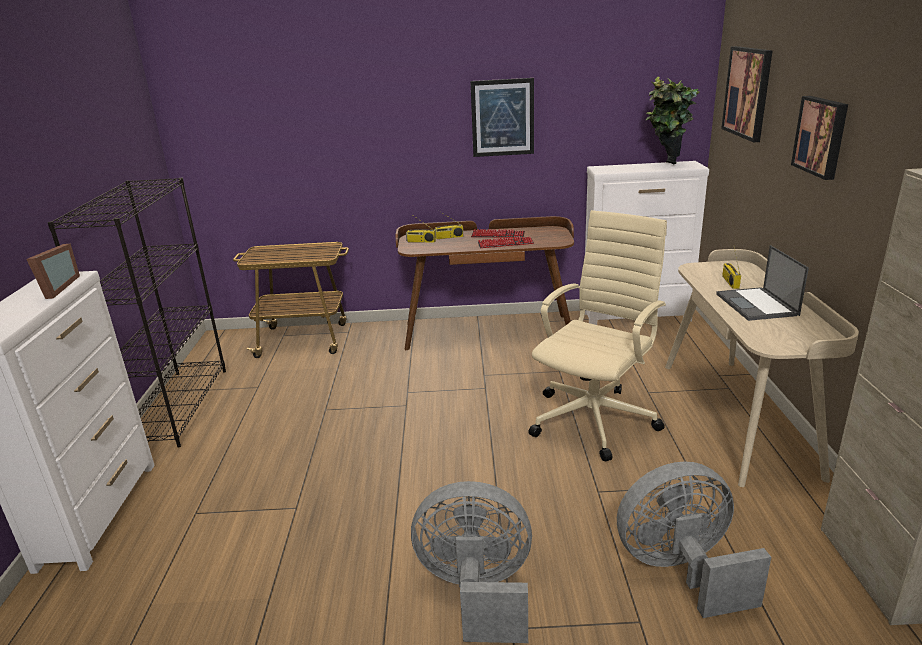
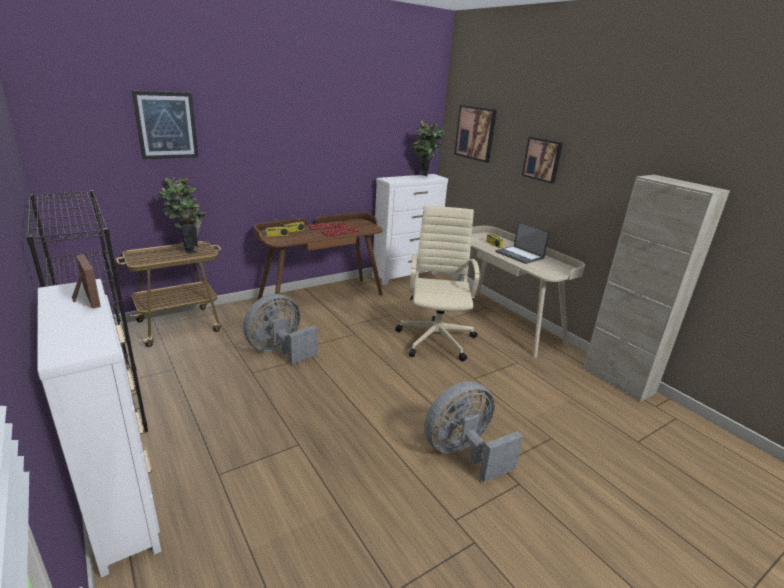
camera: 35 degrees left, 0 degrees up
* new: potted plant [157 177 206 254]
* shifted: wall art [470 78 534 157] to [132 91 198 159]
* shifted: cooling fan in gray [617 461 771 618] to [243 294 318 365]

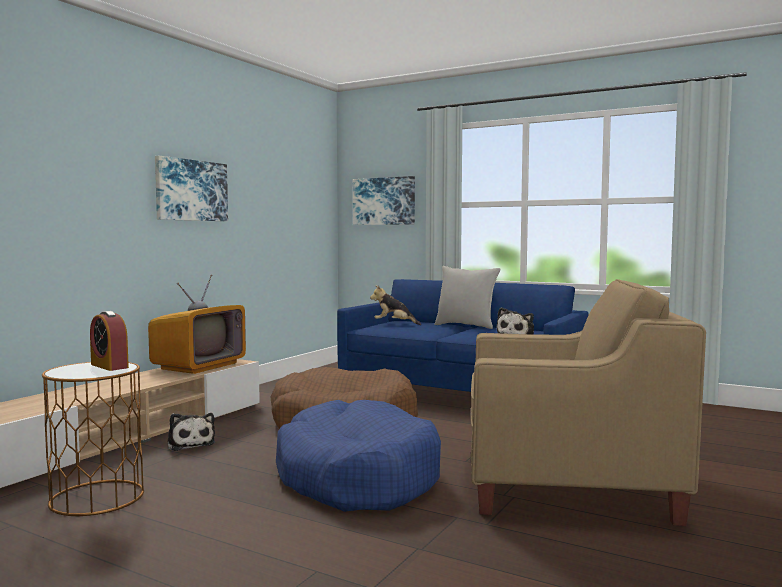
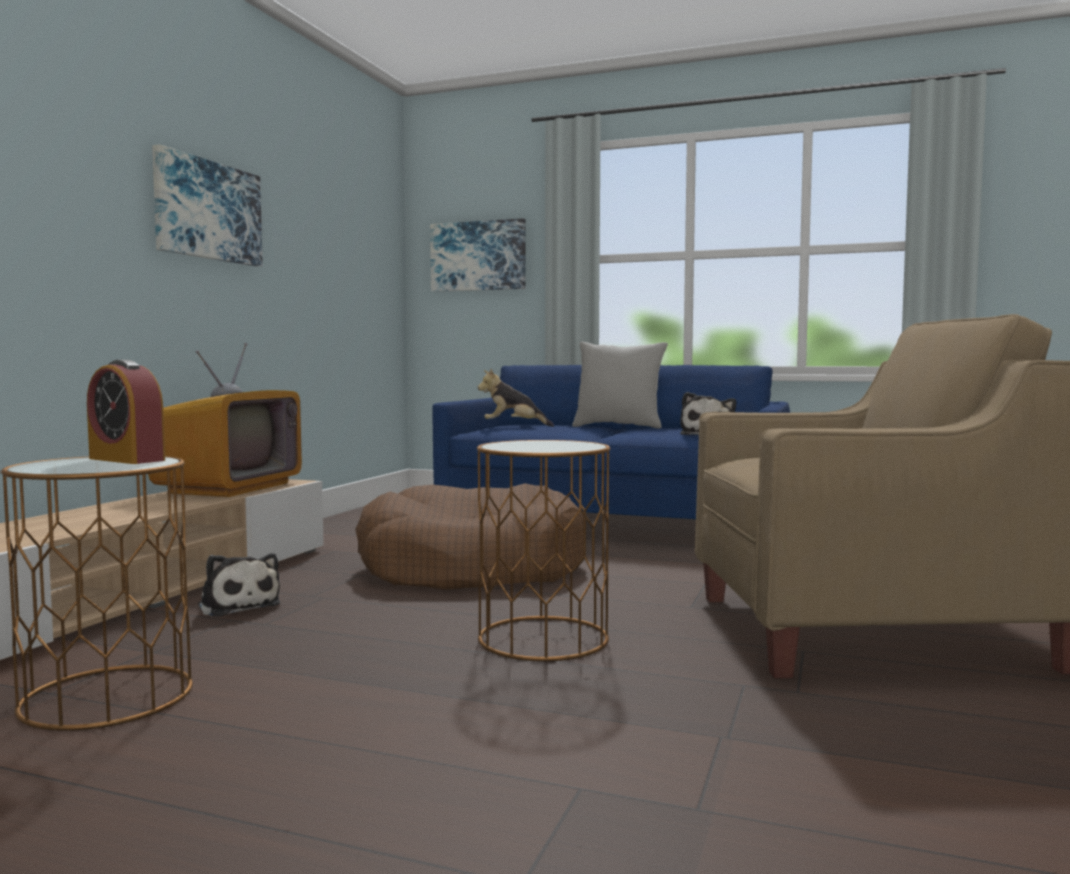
camera: 10 degrees left, 0 degrees up
* swapped: dog cushion in bluish [276 400 441 512] to accent table in brownish [477 440 611 661]

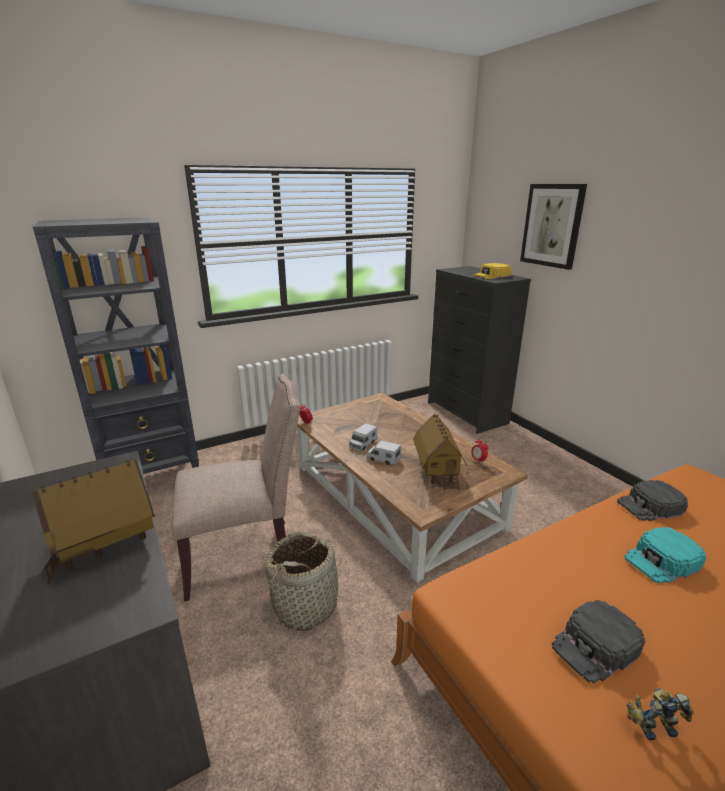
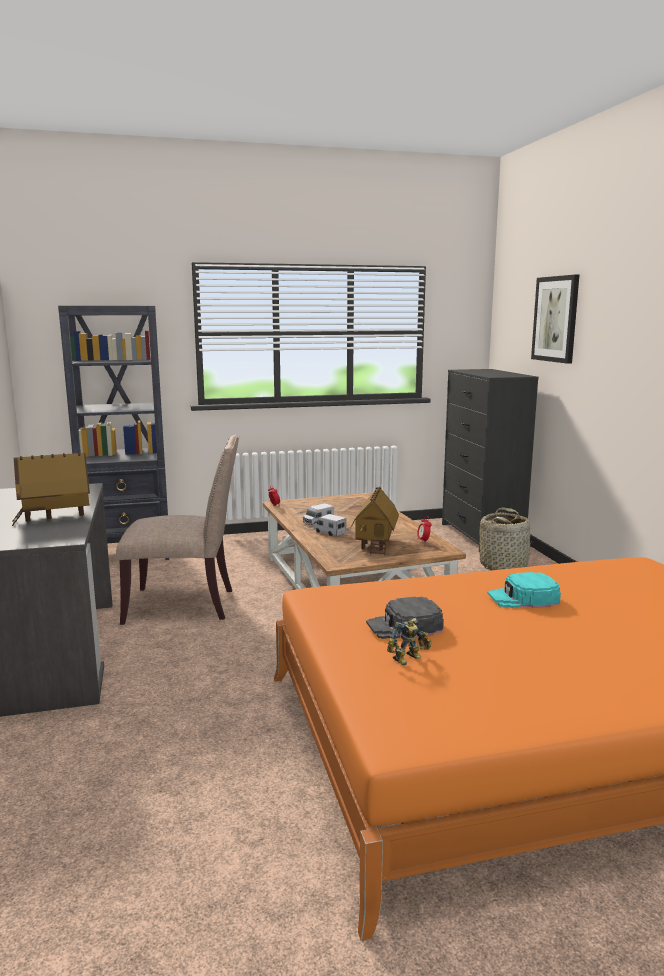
camera: 15 degrees right, 10 degrees down
* gone: peaked cap in yellow-coloured [473 263 512 279]
* gone: peaked cap in blackish [617 480 688 521]
* shifted: basket [264 532 343 631] to [479 508 532 570]
* rotated: robot figure [626 688 694 740] = [387 618 432 666] 135 degrees clockwise

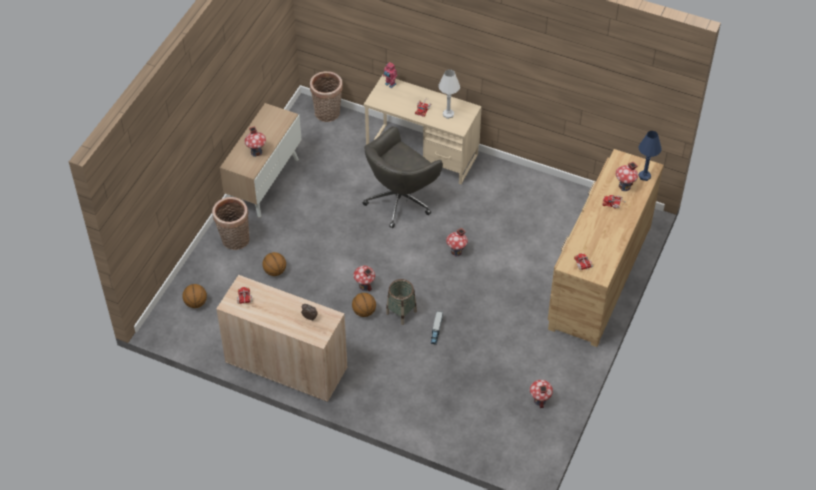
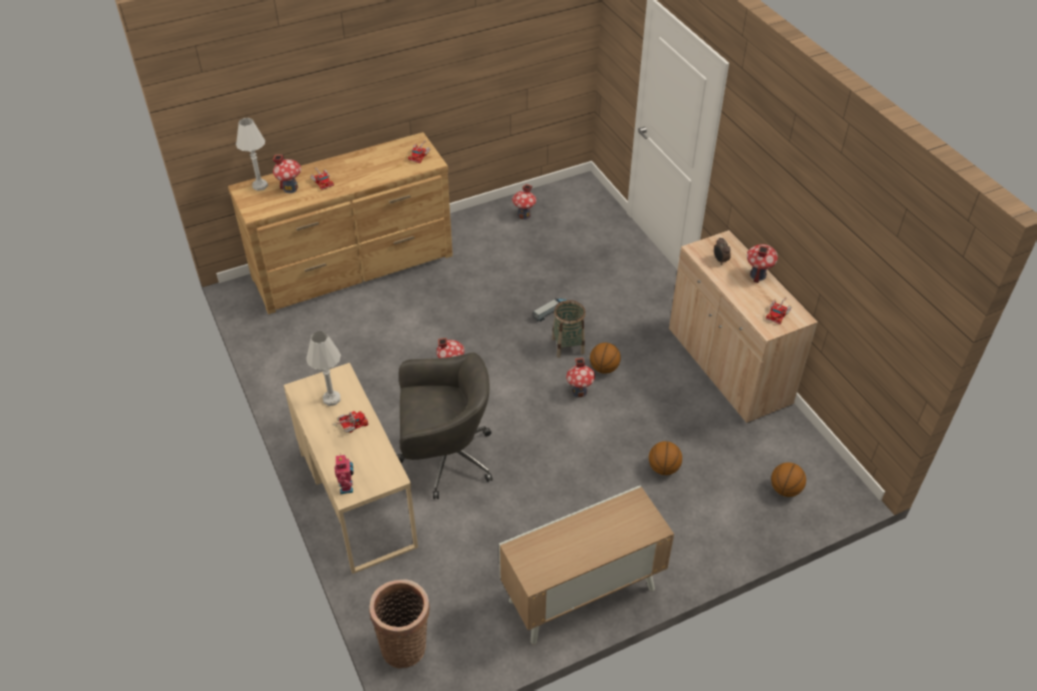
camera: 140 degrees left, 5 degrees down
* gone: basket [212 197 250 250]
* shifted: miniature house [244 126 266 157] to [747 244 778 283]
* repainted: lamp for a table in bluish [638 131 662 181] to lamp for a table in white [236 118 268 191]

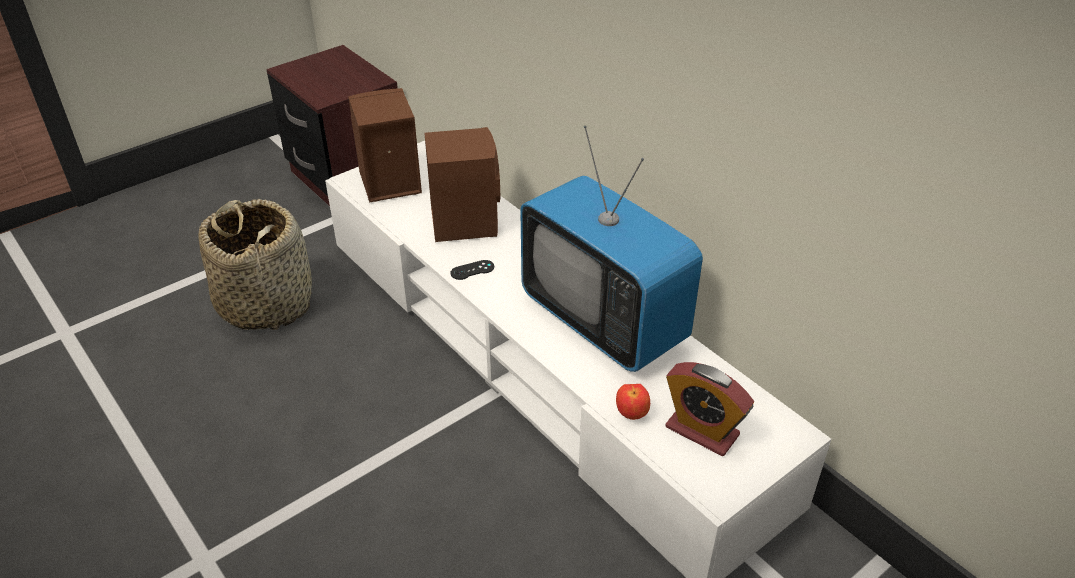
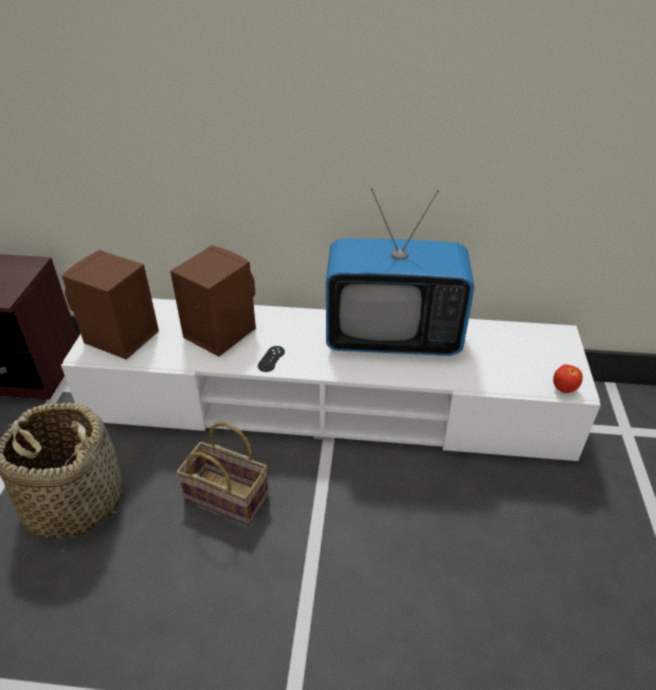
camera: 45 degrees left, 0 degrees up
* gone: bedside clock [665 362 754 456]
* new: basket [177 422 269 525]
* shifted: apple fruit [616 384 650 420] to [553 365 583 393]

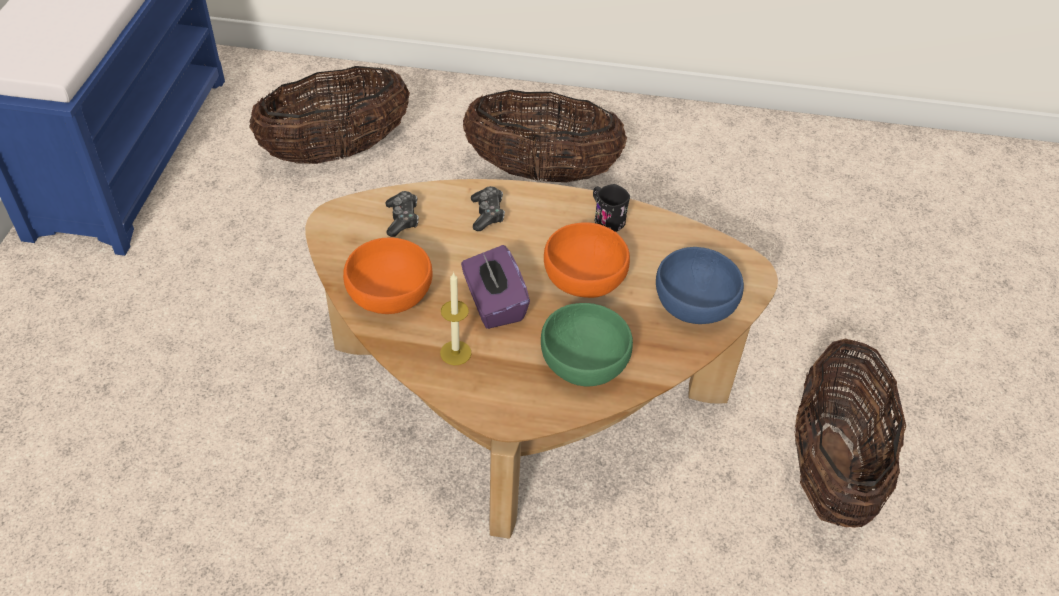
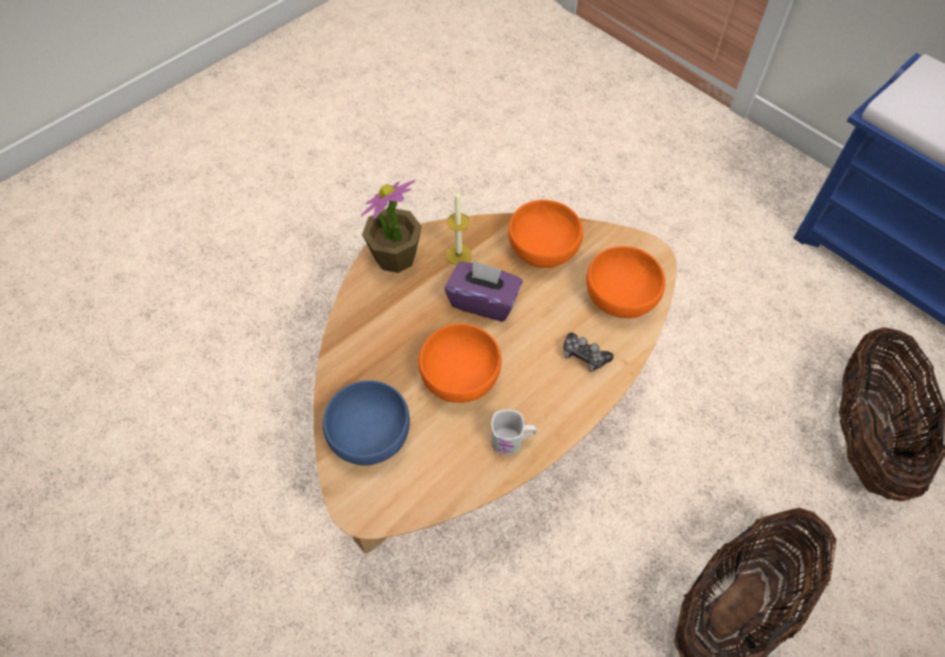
camera: 130 degrees right, 10 degrees up
* gone: deep dish in greenish [541 303 633 386]
* gone: basket [794 339 906 528]
* new: potted plant [361 180 422 273]
* swapped: joypad [385 191 419 237] to deep dish in orange-coloured [586 246 666 318]
* repainted: tea mug in blackish [593 184 630 232] to tea mug in white [491 409 536 455]

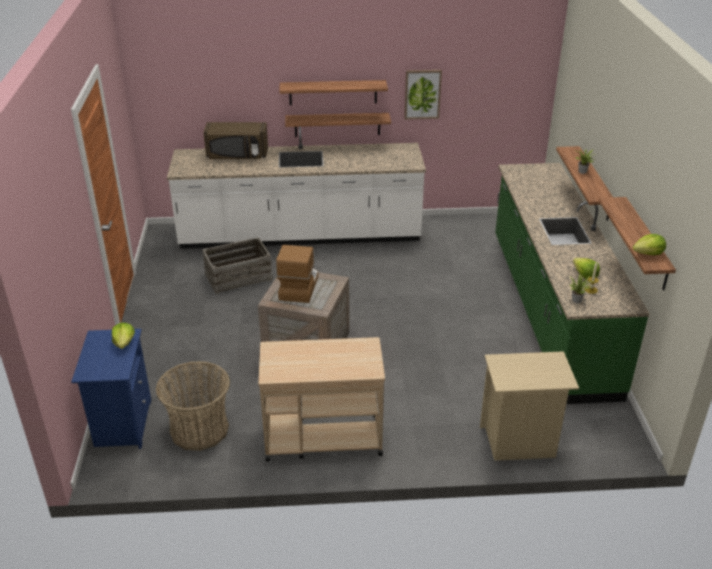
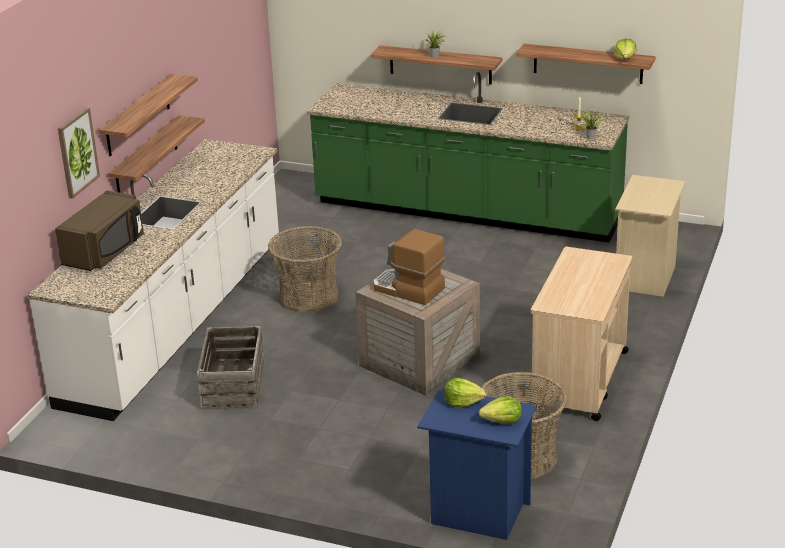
camera: 65 degrees left, 5 degrees down
* new: basket [268 226 342 313]
* shifted: wall art [404 70 442 120] to [58 108 100 199]
* shifted: head of lettuce [573 258 600 279] to [479 396 522 424]

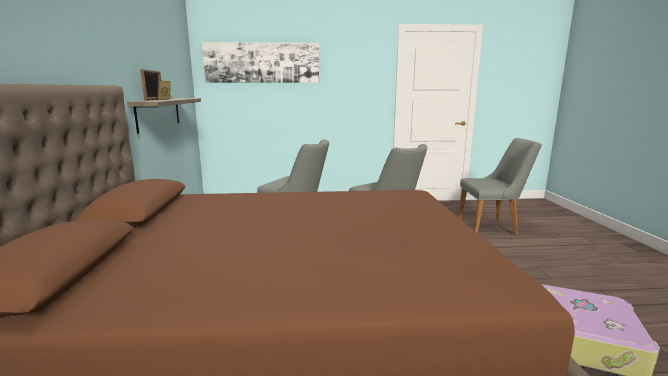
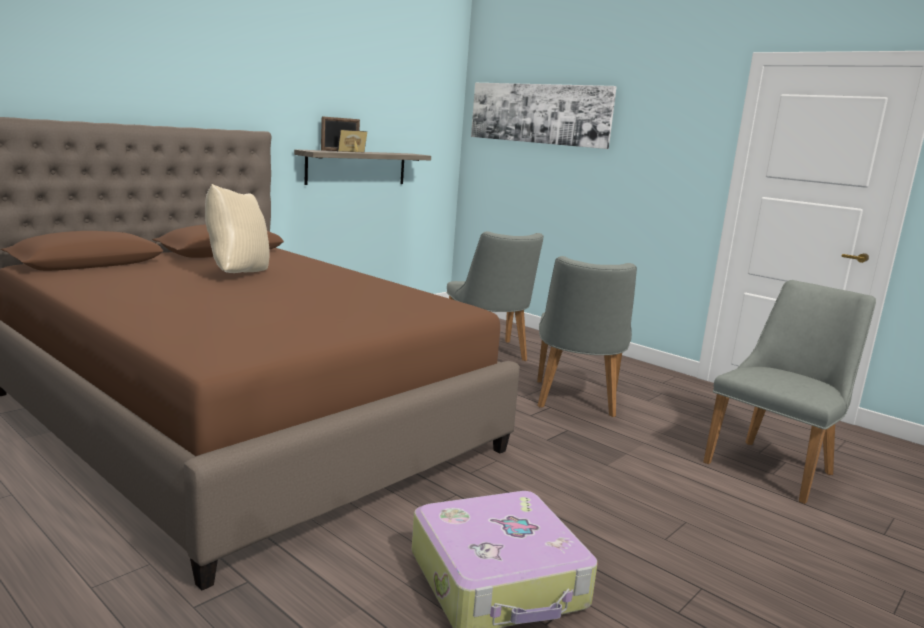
camera: 45 degrees right, 0 degrees up
* new: cushion in sand-coloured [205 184 269 273]
* rotated: plain chair in gray [458 138 542 235] = [703 280 876 504] 90 degrees counterclockwise

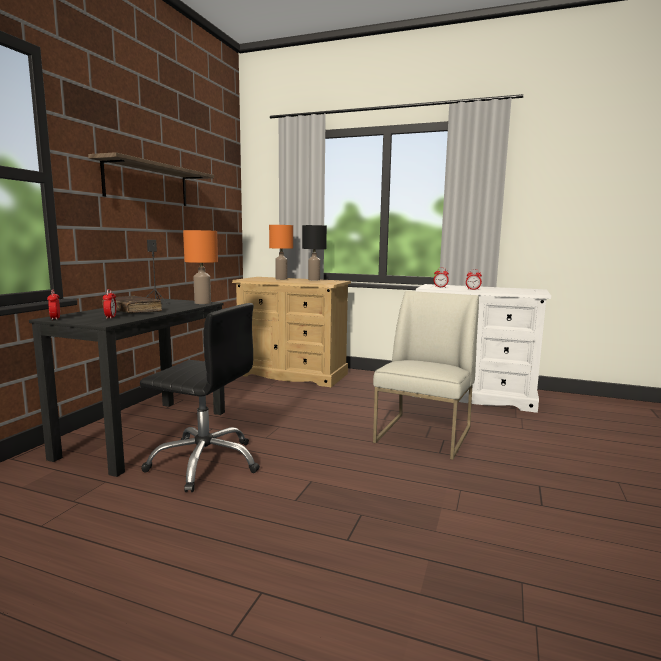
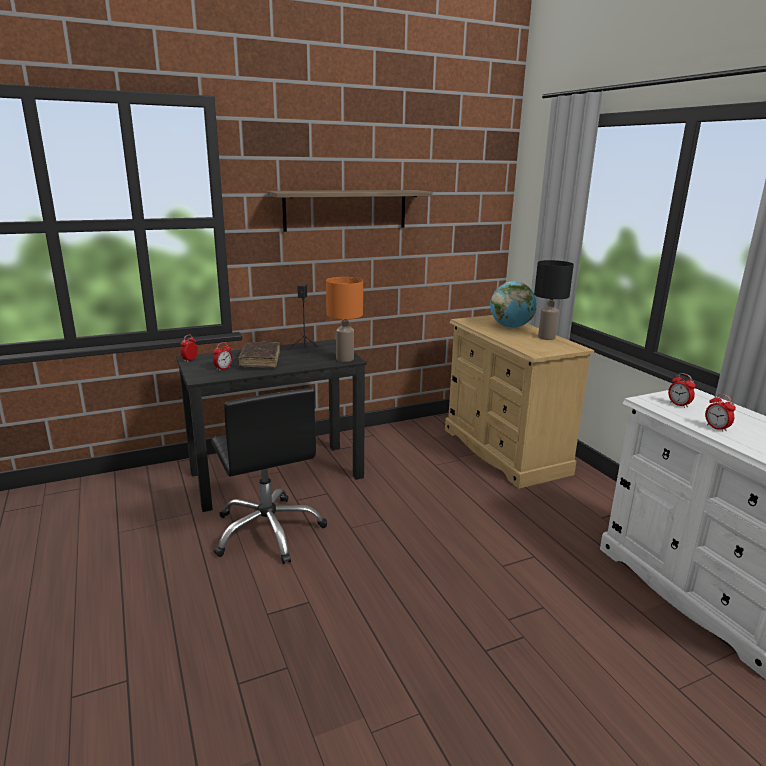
camera: 45 degrees right, 10 degrees up
* gone: plain chair in white [373 291 479 460]
* swapped: lamp for a table in orange-coloured [269 225 293 280] to world globe [490 281 537 328]

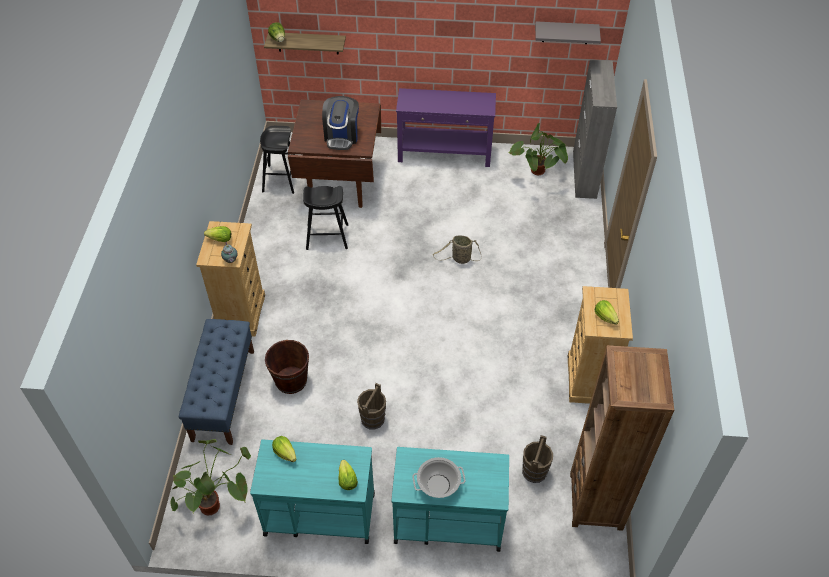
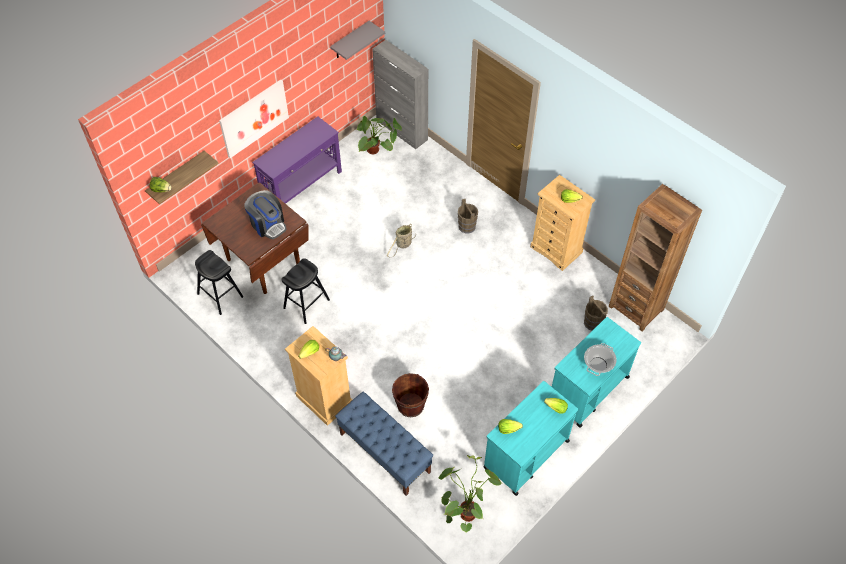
camera: 50 degrees left, 5 degrees up
* new: wall art [219 80 289 158]
* shifted: bucket in brownish [357 383 386 429] to [458 199 478 233]

